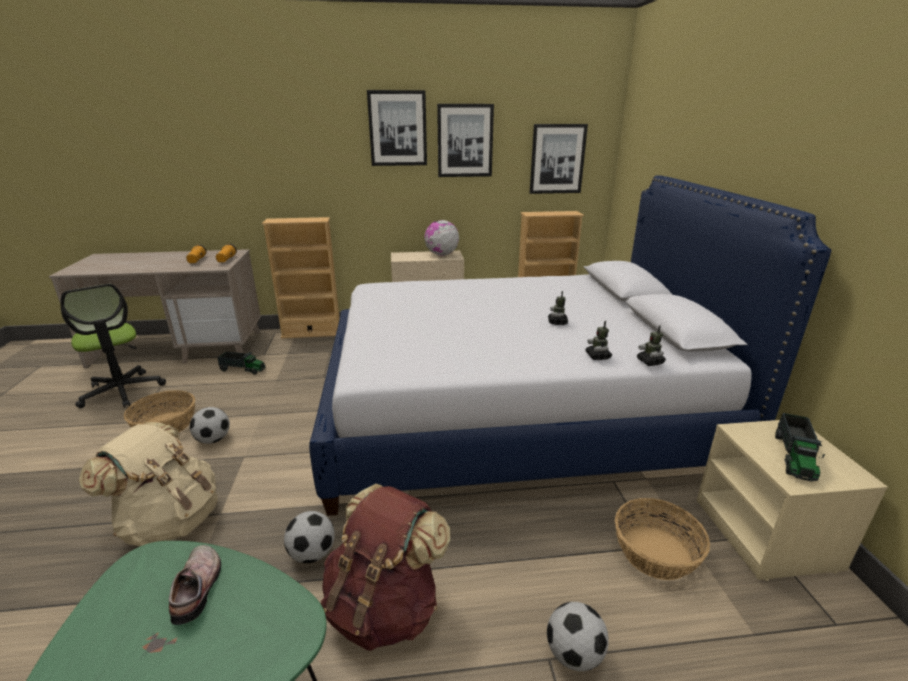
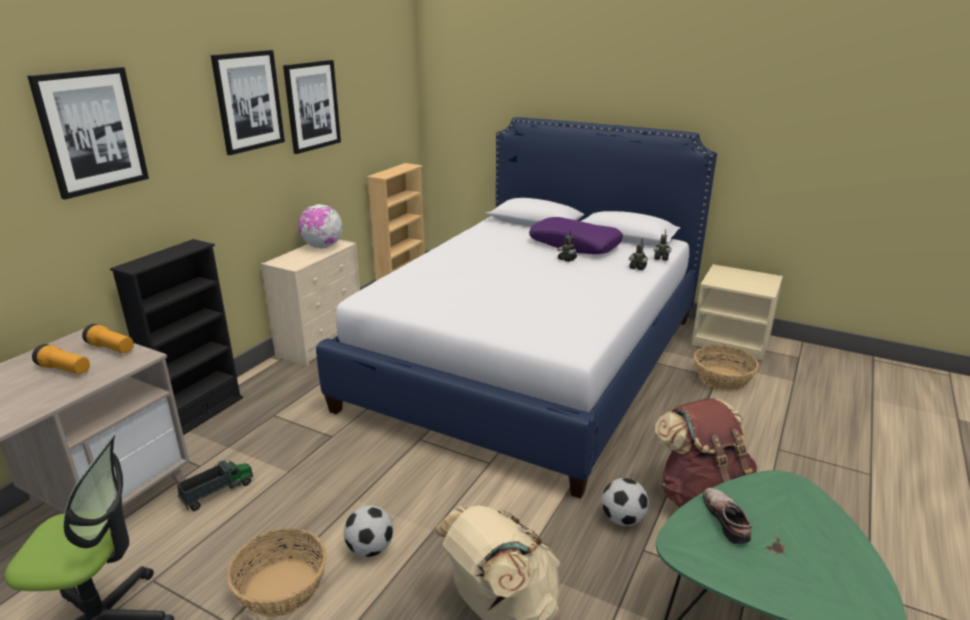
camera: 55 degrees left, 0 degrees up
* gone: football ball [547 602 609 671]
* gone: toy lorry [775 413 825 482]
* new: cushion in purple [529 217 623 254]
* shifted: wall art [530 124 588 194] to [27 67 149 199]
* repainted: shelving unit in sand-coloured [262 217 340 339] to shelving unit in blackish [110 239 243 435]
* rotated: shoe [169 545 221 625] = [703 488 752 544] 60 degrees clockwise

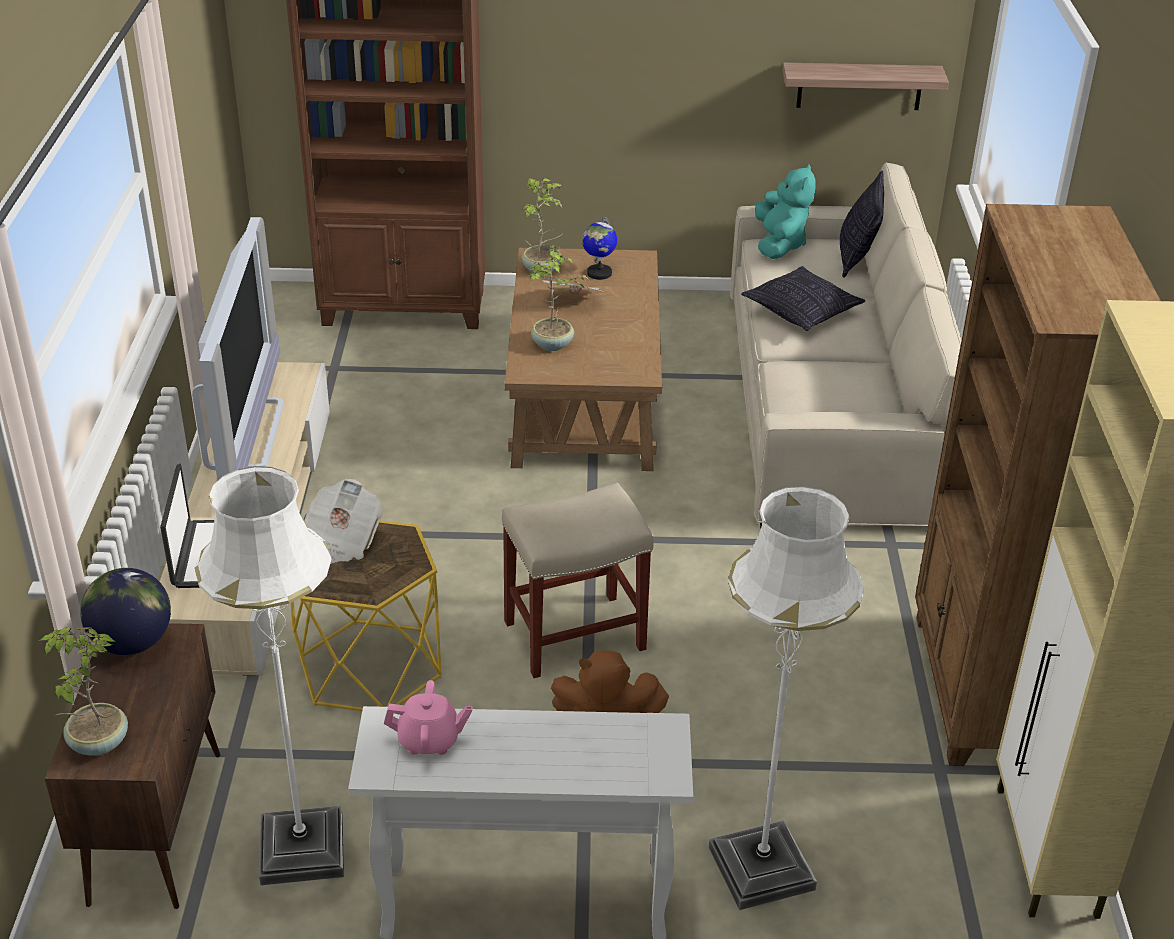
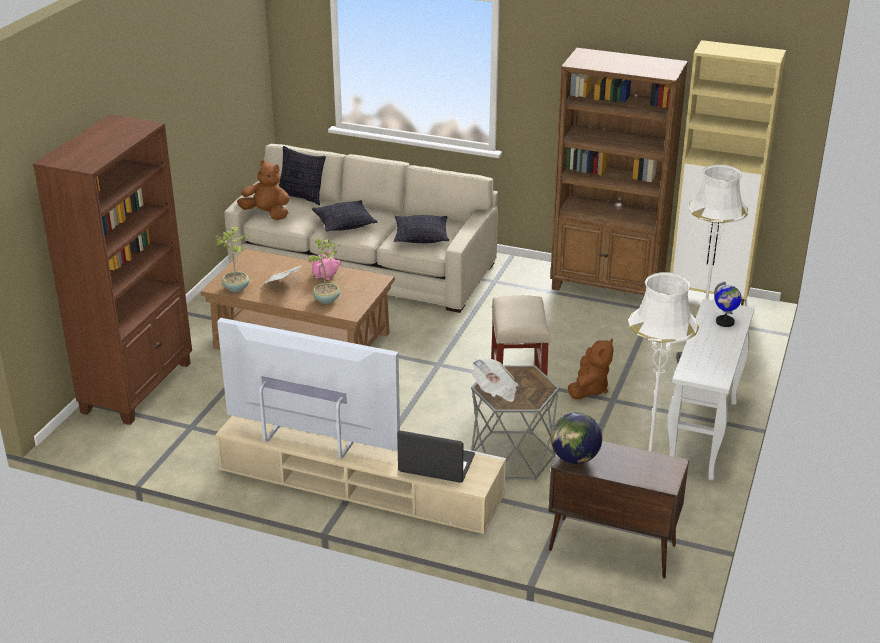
camera: 70 degrees left, 5 degrees down
* gone: potted plant [39 627 128 756]
* gone: wall shelf [782 63 949 110]
* new: cushion [394 215 449 243]
* shifted: teapot in pink-coloured [384 680 472 755] to [308 250 341 280]
* shifted: world globe [582 217 617 280] to [714 282 742 327]
* repainted: accent table in yellow-coloured [291 520 442 711] to accent table in gray [471 365 560 480]
* repainted: cuddly toy in turquoise [755 164 815 259] to cuddly toy in brownish [237 160 289 220]

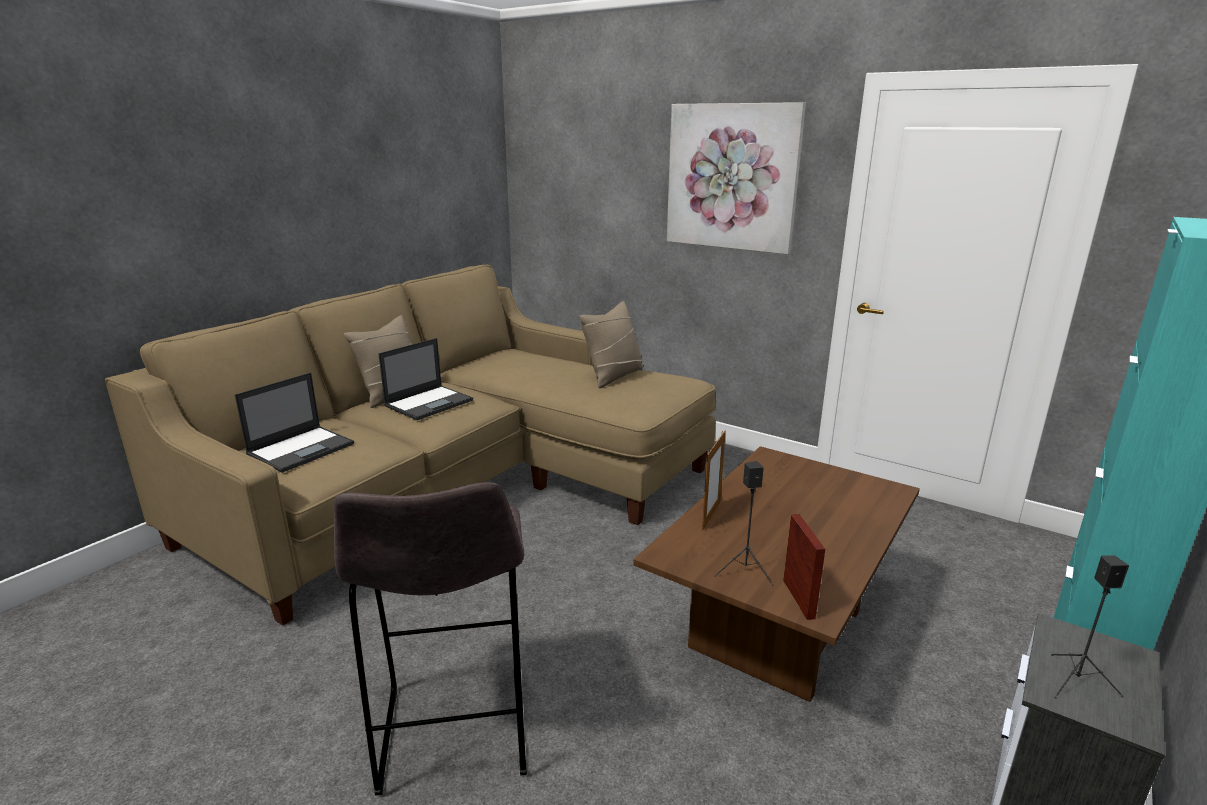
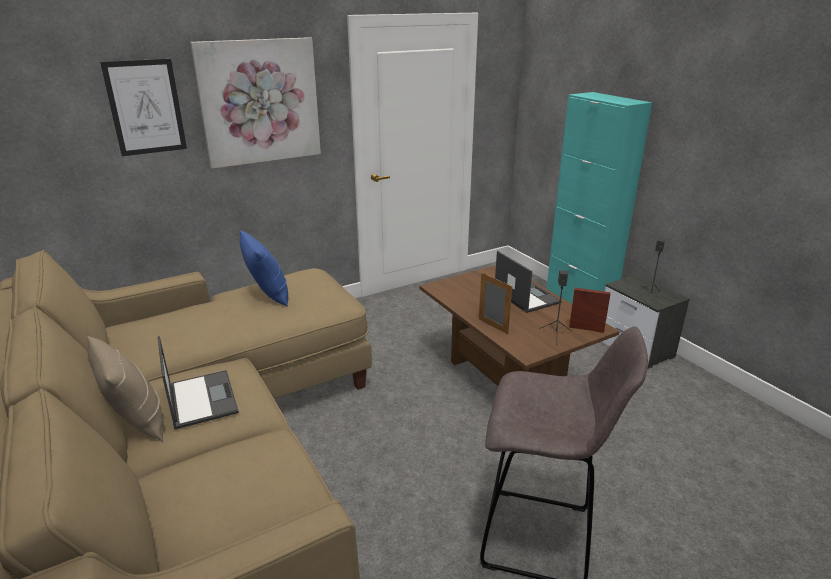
camera: 65 degrees left, 5 degrees up
* new: wall art [100 59 187 156]
* shifted: portable computer [235 372 354 473] to [495 251 562 313]
* repainted: cushion in sand-coloured [579 301 643 388] to cushion in bluish [239 230 288 307]

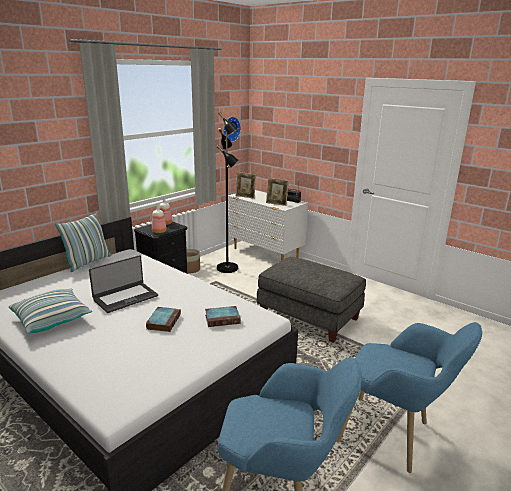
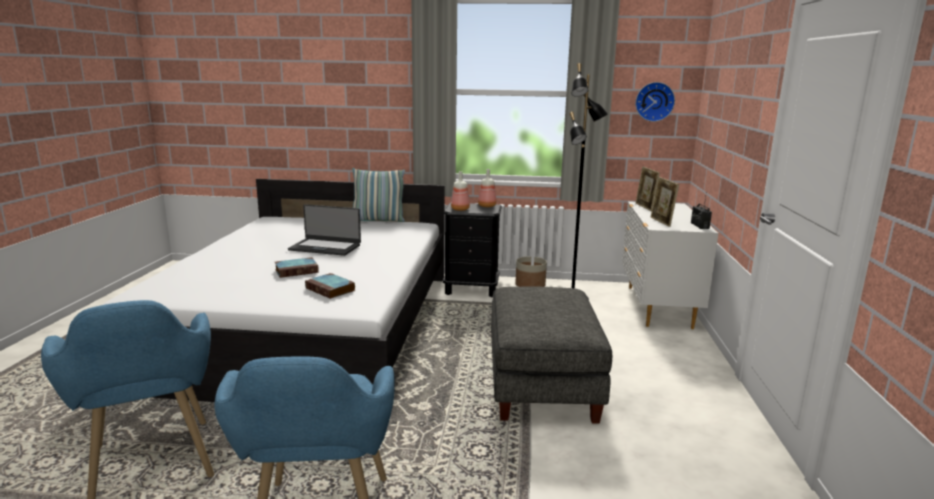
camera: 55 degrees right, 5 degrees down
* gone: cushion [9 289 92 334]

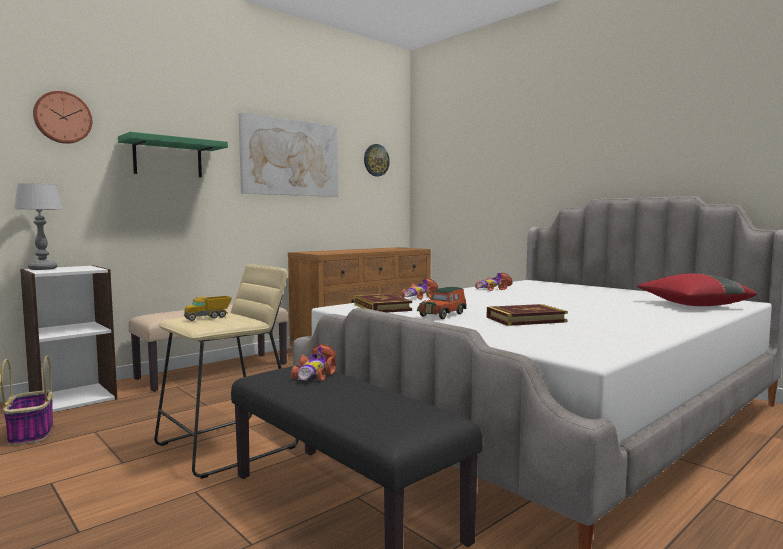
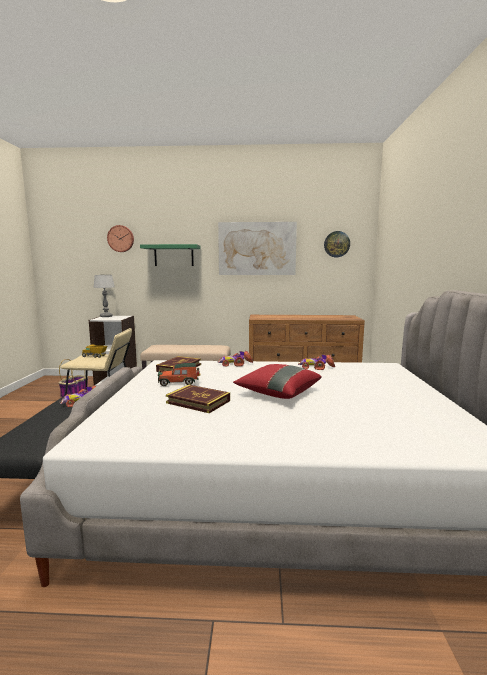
camera: 45 degrees right, 5 degrees up
* shifted: cushion in red [637 273 757 306] to [233 364 322 399]

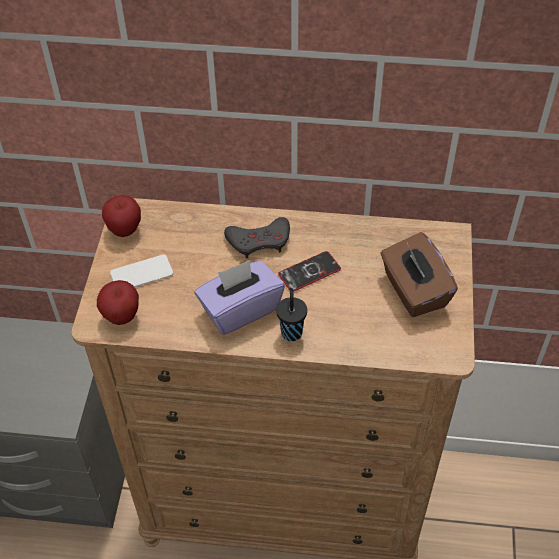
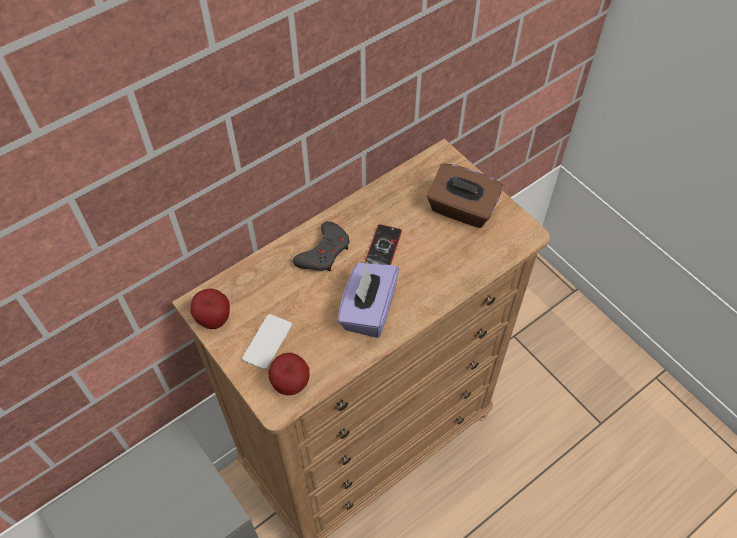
camera: 45 degrees left, 5 degrees up
* gone: cup in blackish [276 288 307 341]

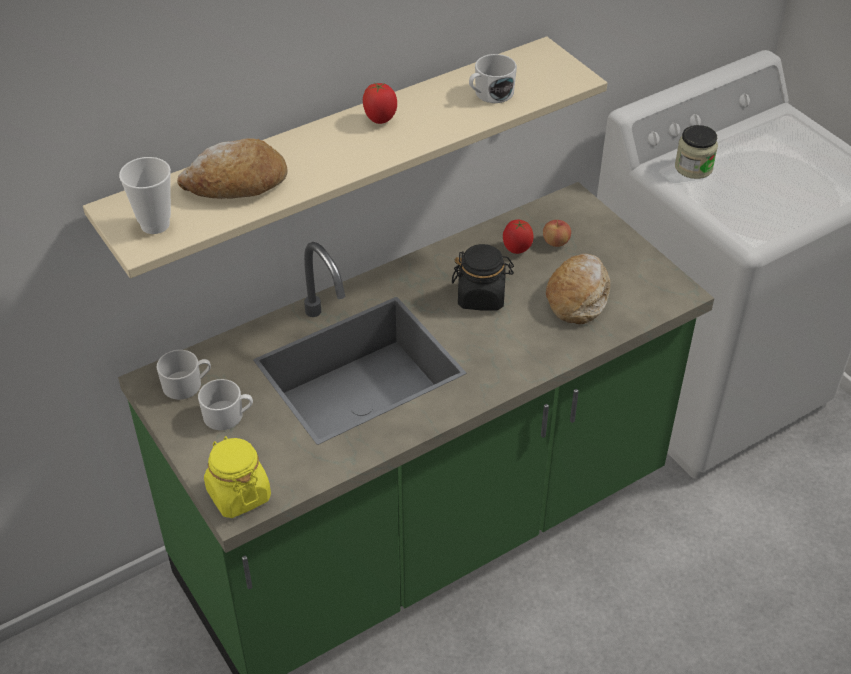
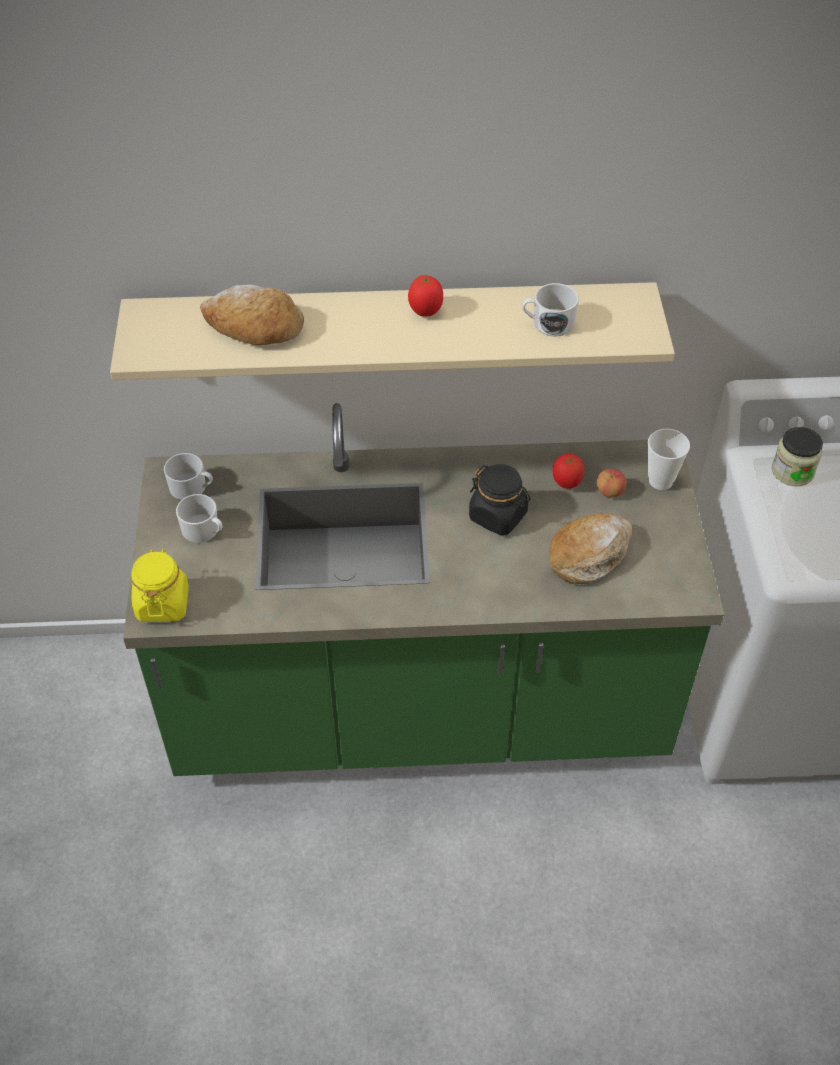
camera: 30 degrees right, 5 degrees up
* shifted: cup [119 157 171 234] to [648 429 690 490]

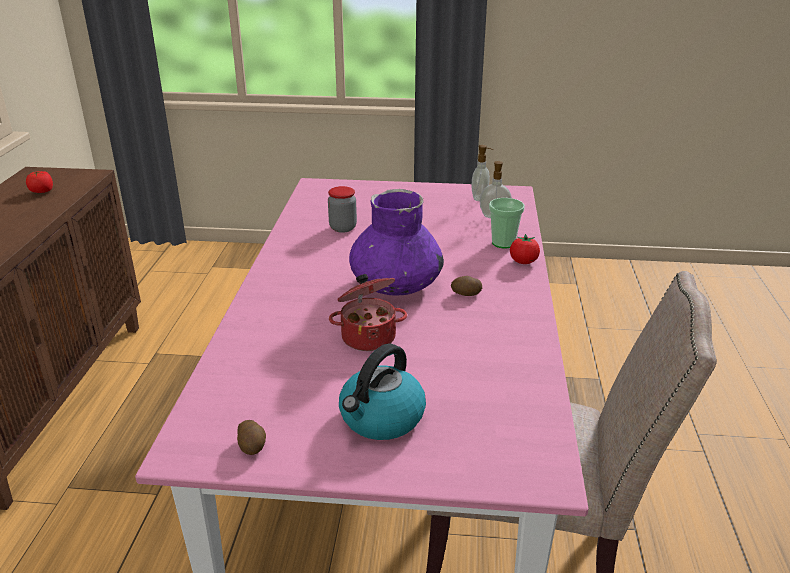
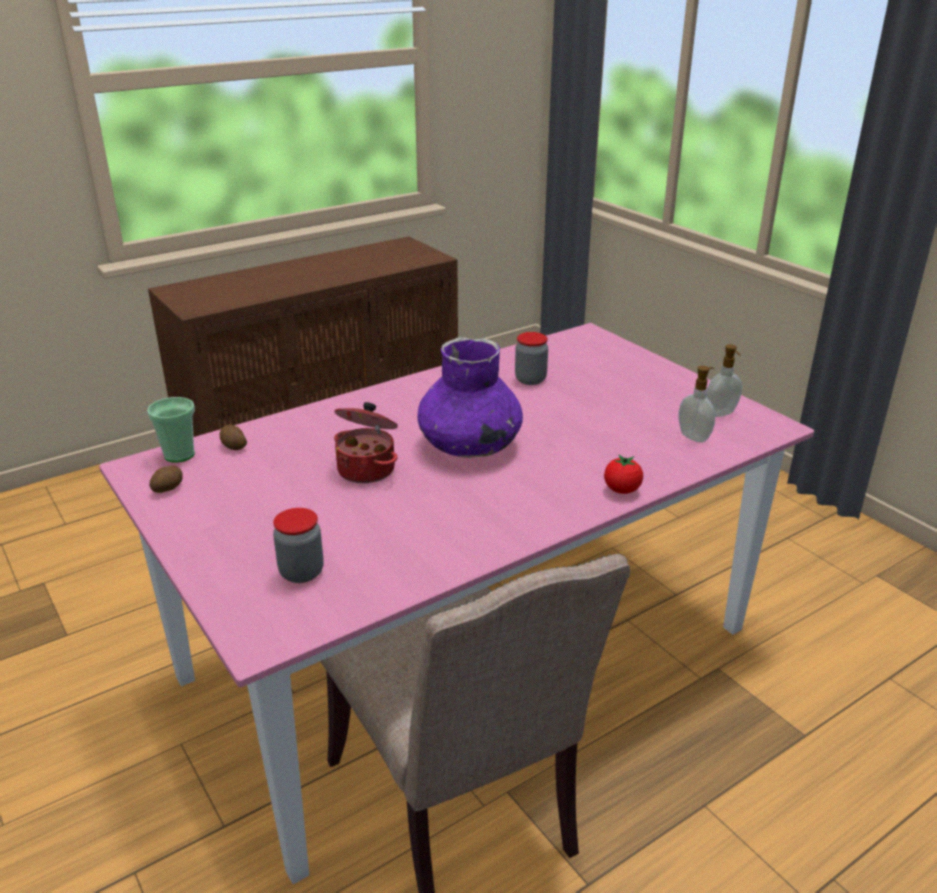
camera: 50 degrees right, 0 degrees up
* gone: fresh tomato [26 171 53 193]
* gone: water kettle [339 343 426 440]
* new: storage jar [273 508 324 583]
* shifted: potato [451 276 482 296] to [219 425 247 450]
* shifted: cup [489 198 525 249] to [147 397 195 462]

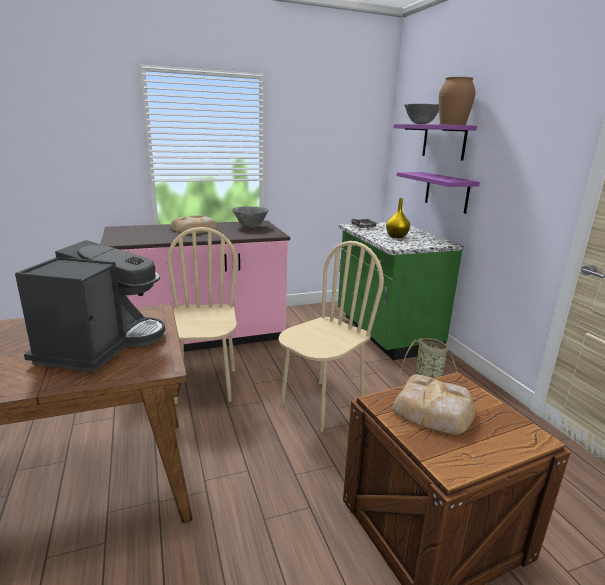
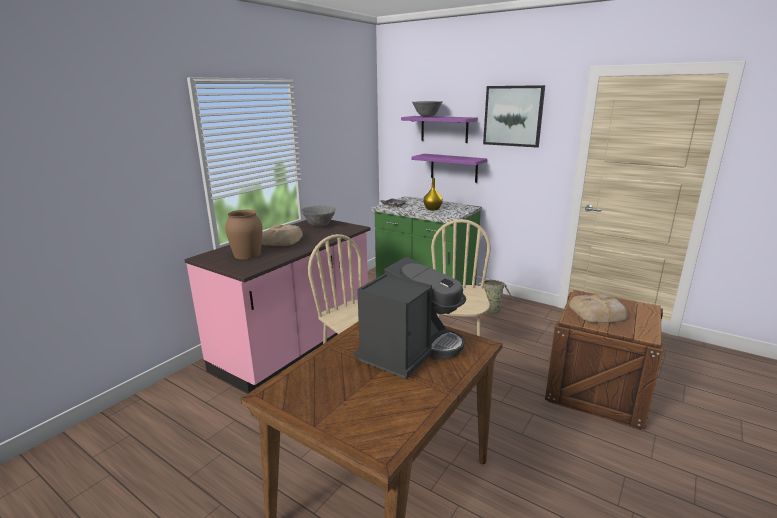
camera: 35 degrees left, 0 degrees up
* new: wall art [483 85 545 148]
* shifted: decorative vase in brownish [439 77 476 125] to [225 210 263 259]
* rotated: coffee brewer [15 240 165 372] = [354 257 466 379] 60 degrees clockwise

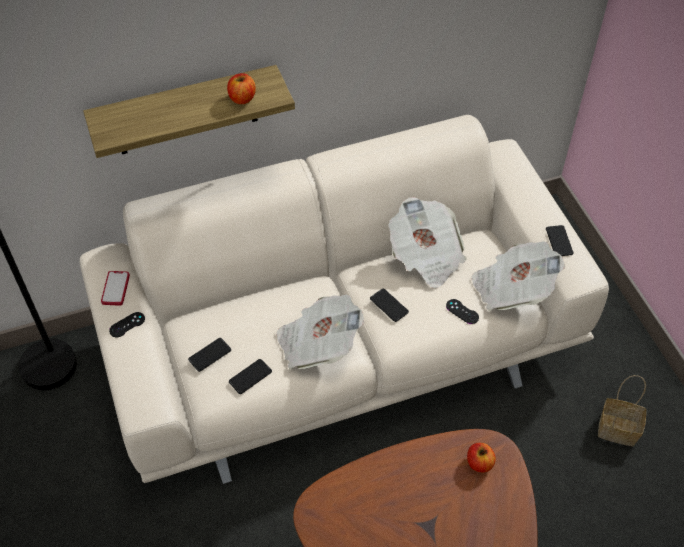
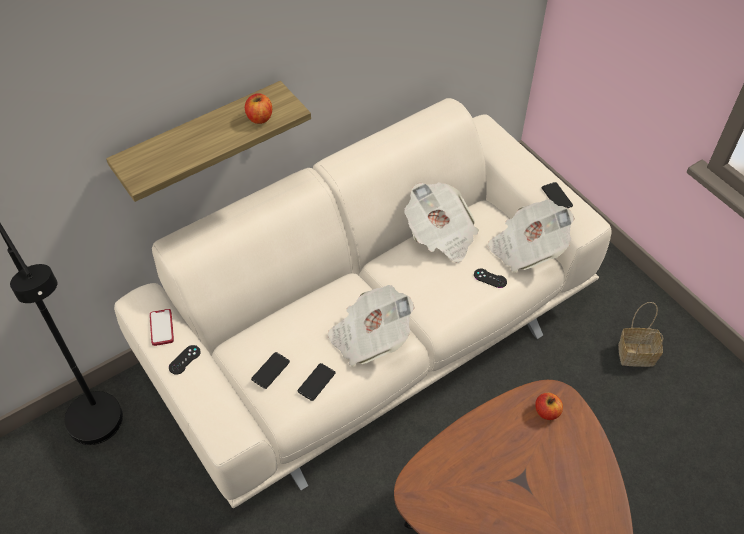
camera: 15 degrees left, 0 degrees up
* gone: handset [370 289 409 322]

